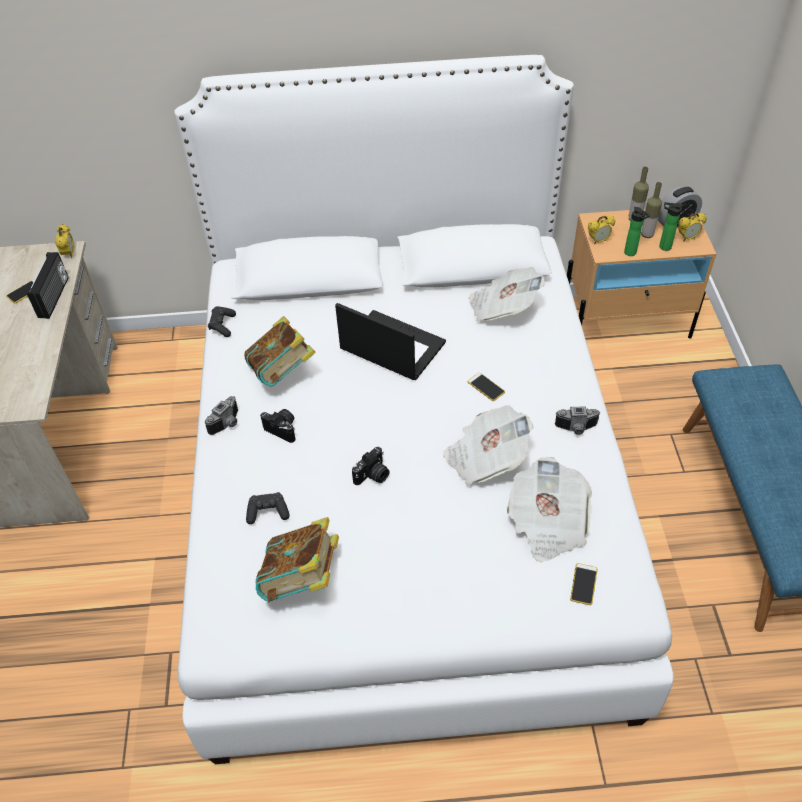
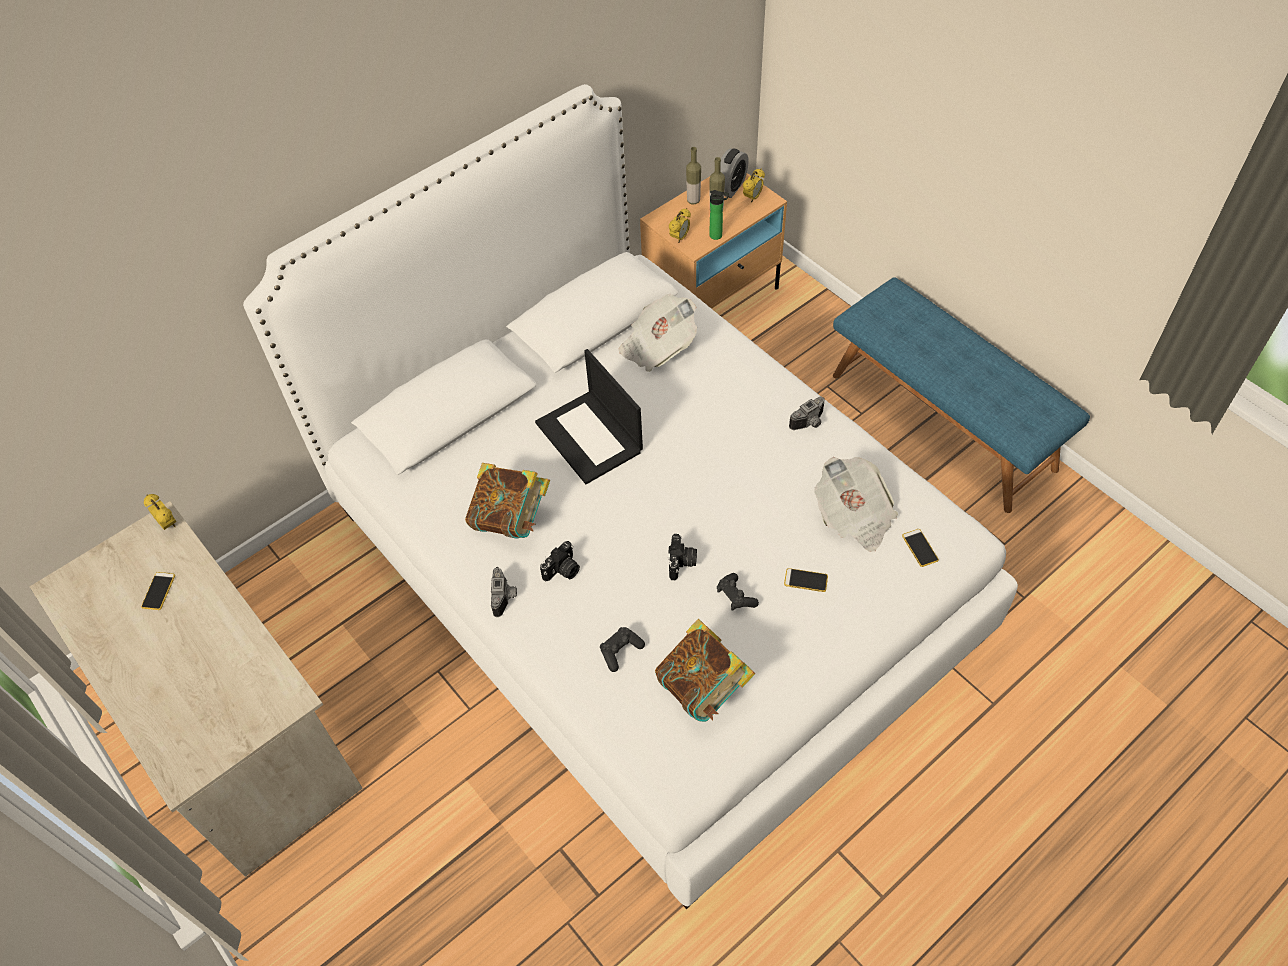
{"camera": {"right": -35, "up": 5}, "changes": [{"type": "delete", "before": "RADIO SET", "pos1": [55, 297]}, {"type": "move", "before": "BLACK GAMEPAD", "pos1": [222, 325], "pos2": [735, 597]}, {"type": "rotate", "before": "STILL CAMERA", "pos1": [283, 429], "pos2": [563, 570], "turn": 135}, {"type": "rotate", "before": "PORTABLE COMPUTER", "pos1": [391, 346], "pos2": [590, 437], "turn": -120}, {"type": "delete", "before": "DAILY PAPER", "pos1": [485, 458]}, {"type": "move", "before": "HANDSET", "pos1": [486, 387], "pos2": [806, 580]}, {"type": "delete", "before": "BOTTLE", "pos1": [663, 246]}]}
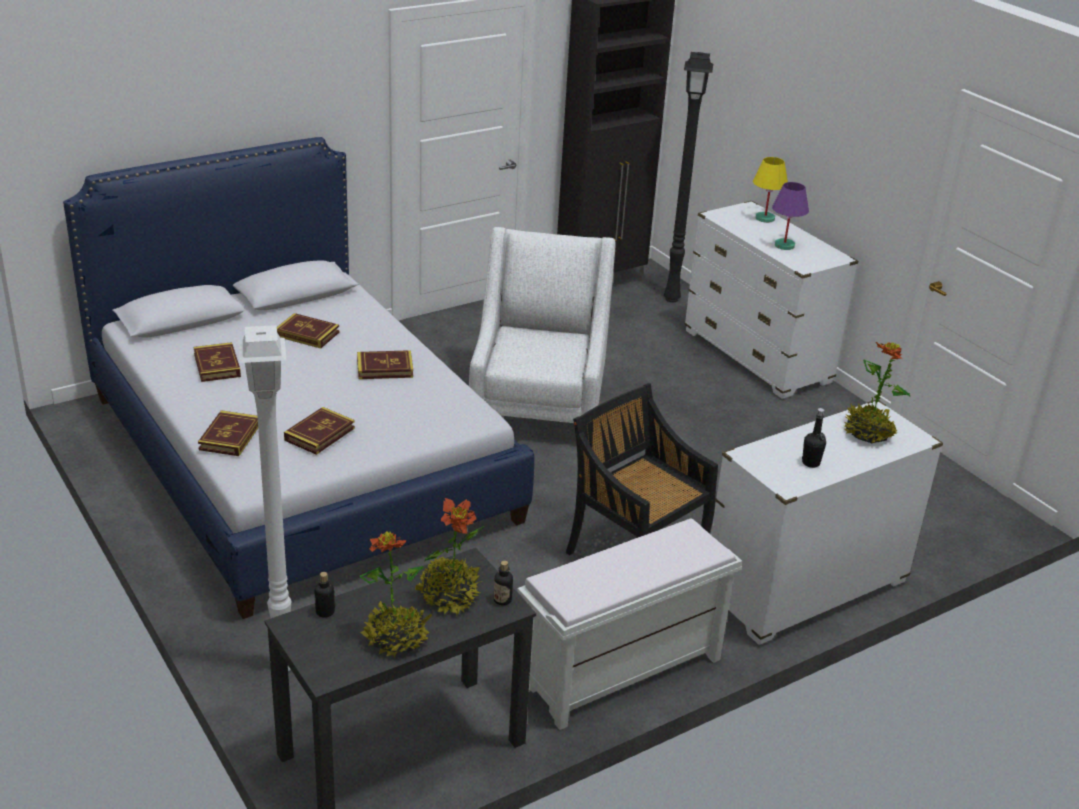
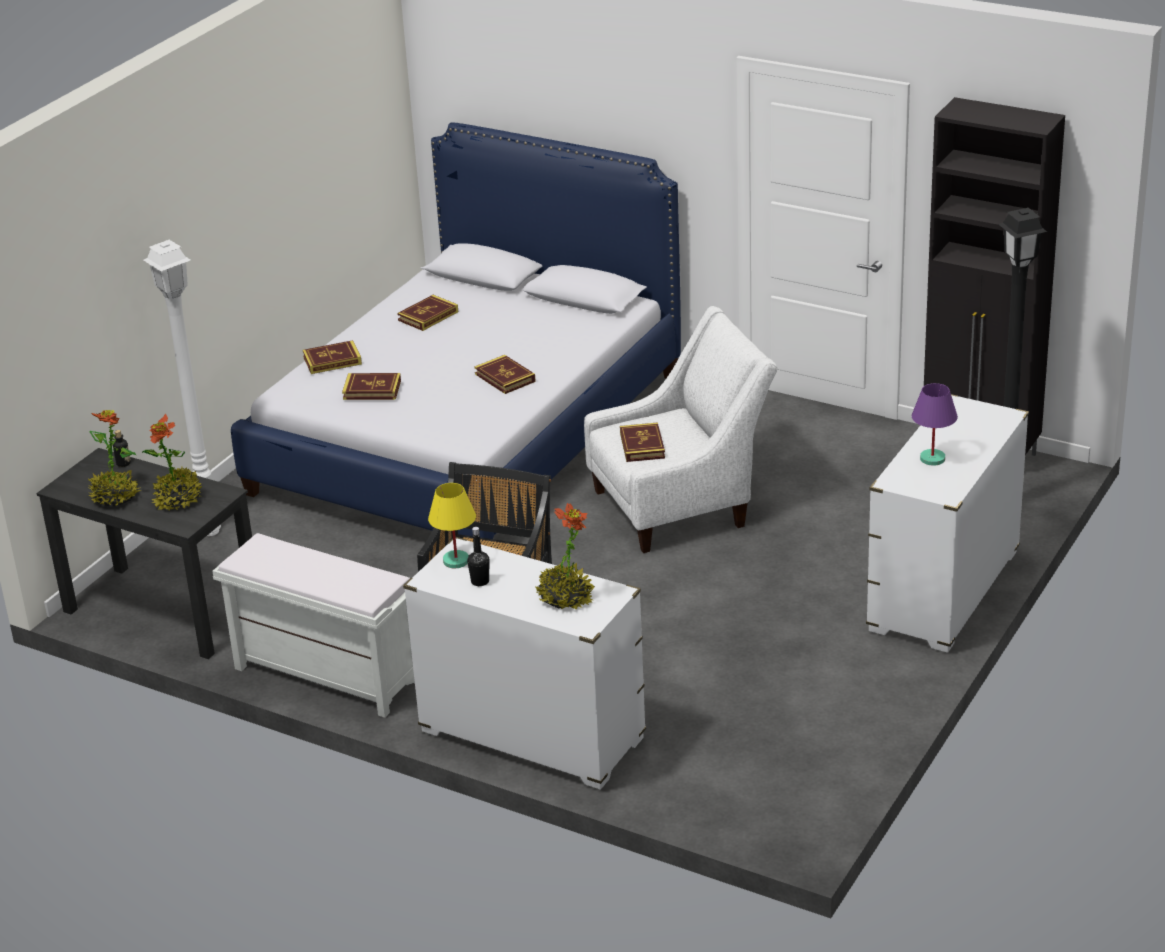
{"camera": {"right": 65, "up": 0}, "changes": [{"type": "move", "before": "BOUND BOOK", "pos1": [307, 334], "pos2": [642, 446]}, {"type": "delete", "before": "BOTTLE", "pos1": [502, 600]}, {"type": "move", "before": "YELLOW-COLOURED TABLE LAMP", "pos1": [765, 218], "pos2": [455, 561]}]}
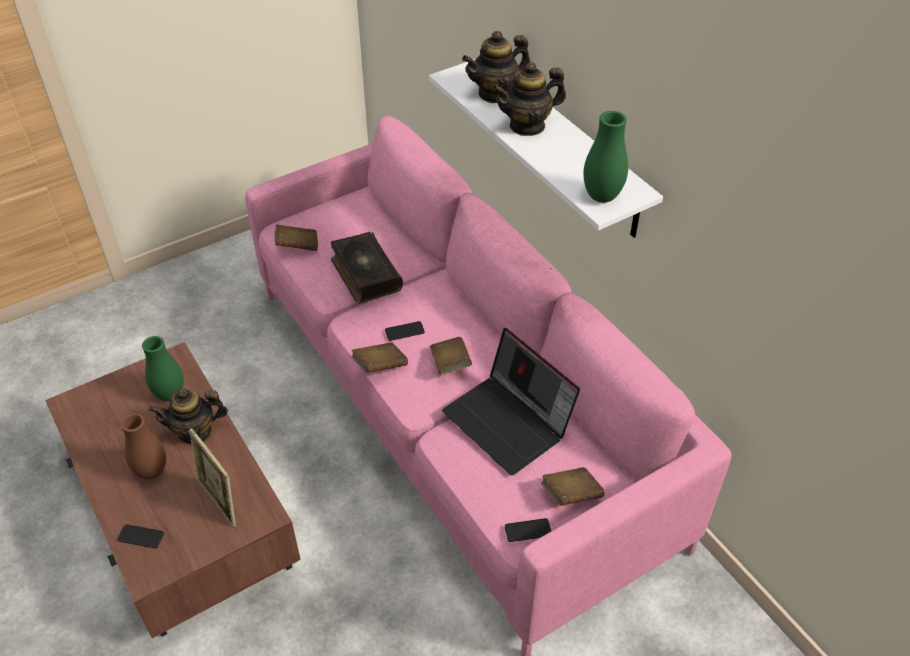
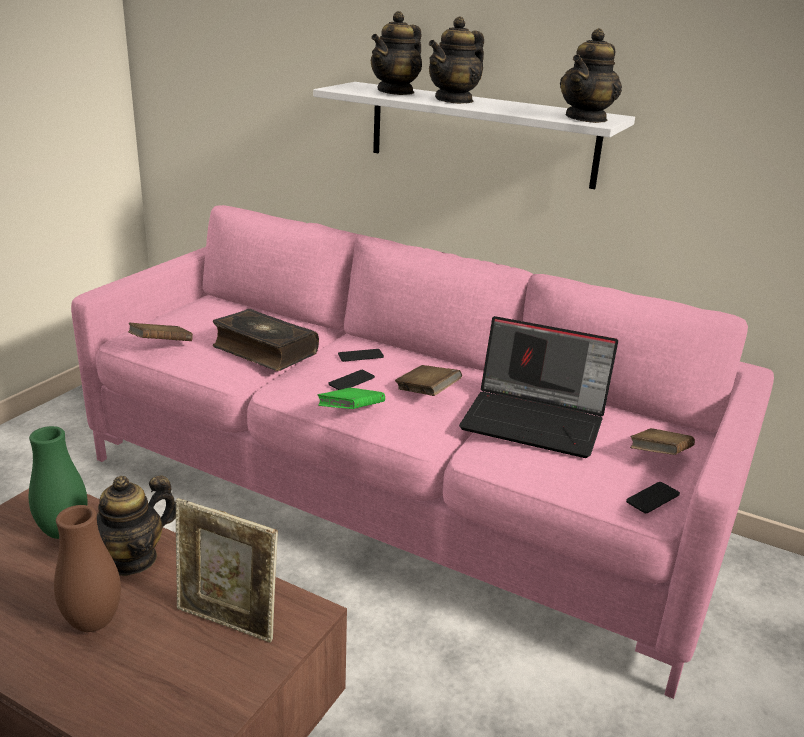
{"camera": {"right": -30, "up": -20}, "changes": [{"type": "move", "before": "HANDSET", "pos1": [141, 536], "pos2": [360, 356]}, {"type": "recolor", "before": "BROWN-COLOURED BOUND BOOK", "after": "GREEN-COLOURED BOUND BOOK", "pos1": [380, 366], "pos2": [351, 413]}, {"type": "replace", "before": "GREEN-COLOURED VASE", "after": "POT FOR TEA", "pos1": [602, 196], "pos2": [586, 119]}]}
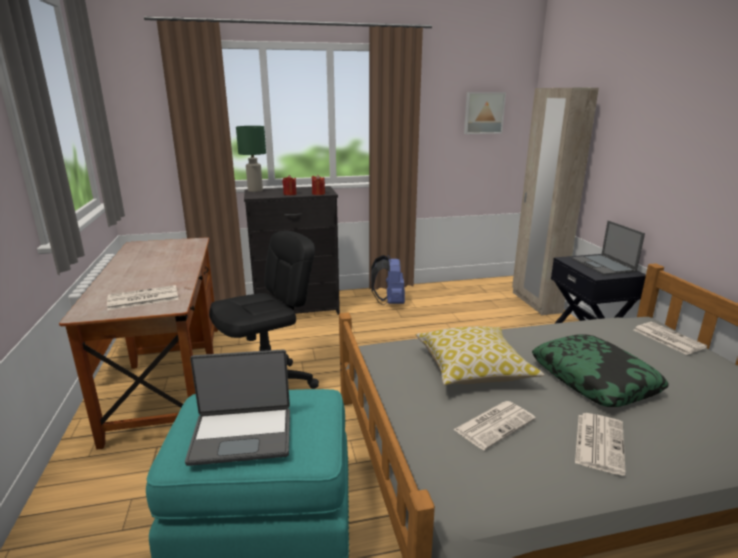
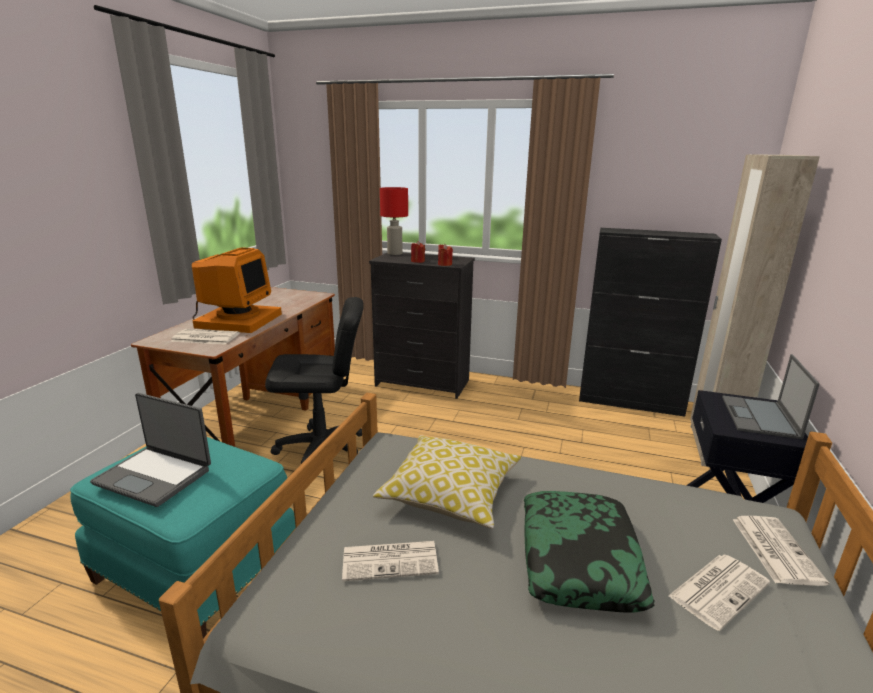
{"camera": {"right": 30, "up": 0}, "changes": [{"type": "recolor", "before": "GREEN-COLOURED TABLE LAMP", "after": "RED TABLE LAMP", "pos1": [255, 190], "pos2": [394, 254]}, {"type": "delete", "before": "BLUE RUCKSACK", "pos1": [390, 303]}, {"type": "delete", "before": "PICTURE", "pos1": [483, 113]}, {"type": "move", "before": "DAILY PAPER", "pos1": [598, 442], "pos2": [718, 589]}, {"type": "insert", "after": "MONITOR", "pos2": [237, 320]}, {"type": "insert", "after": "BLACK CABINET", "pos2": [630, 402]}]}
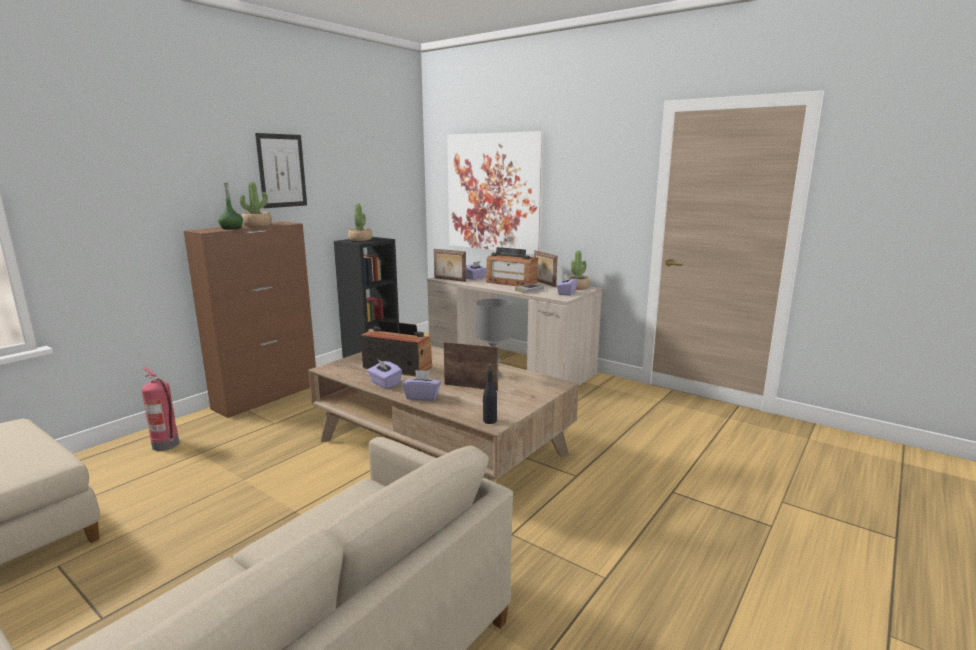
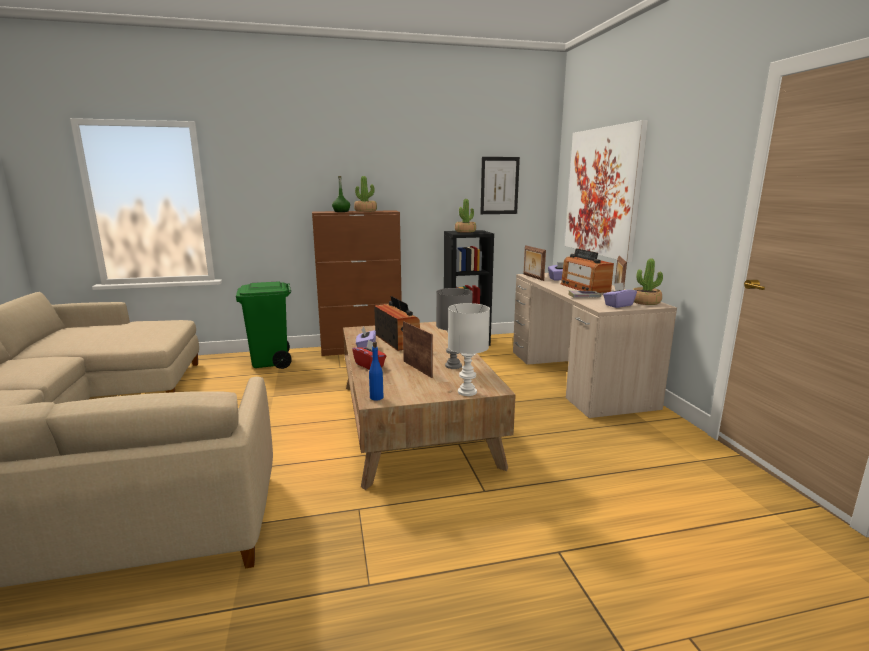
{"camera": {"right": 40, "up": 0}, "changes": [{"type": "replace", "before": "EXTINGUISHER", "after": "GREEN-COLOURED WASTE BIN", "pos1": [167, 445], "pos2": [271, 362]}, {"type": "move", "before": "PICTURE", "pos1": [282, 171], "pos2": [499, 185]}, {"type": "recolor", "before": "PURPLE TISSUE HOLDER", "after": "RED TISSUE HOLDER", "pos1": [422, 397], "pos2": [369, 365]}, {"type": "recolor", "before": "BLACK BOTTLE", "after": "BLUE BOTTLE", "pos1": [489, 421], "pos2": [376, 397]}, {"type": "insert", "after": "WHITE TABLE LAMP", "pos2": [467, 392]}]}
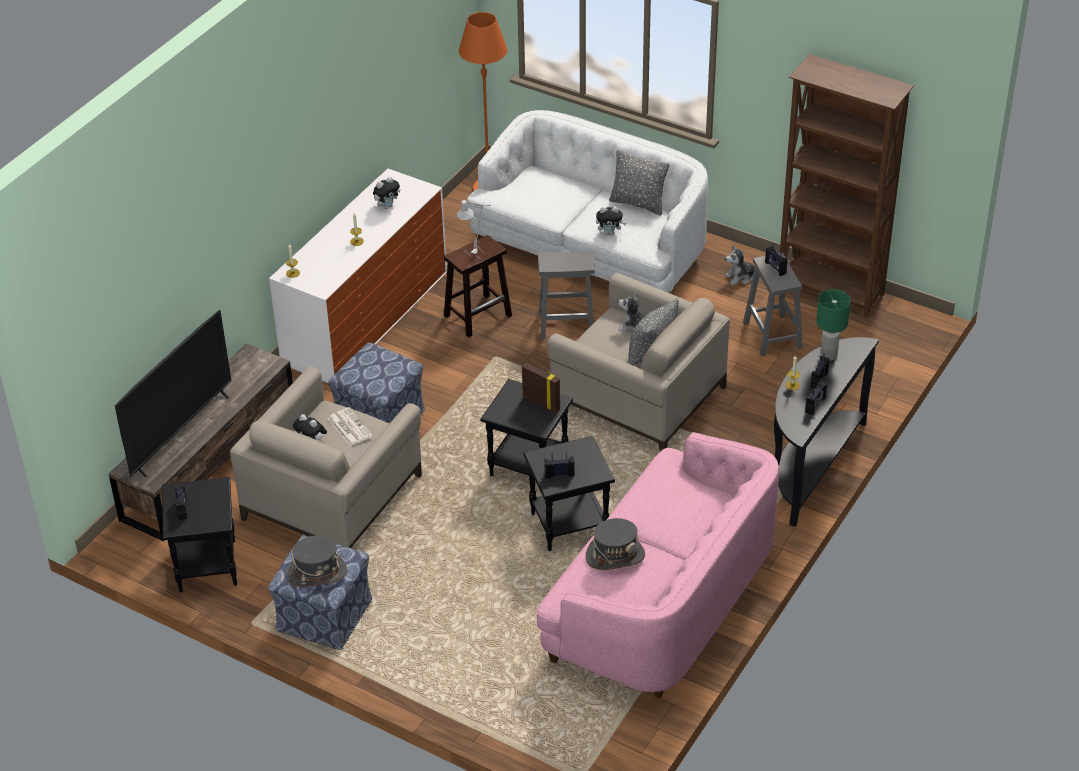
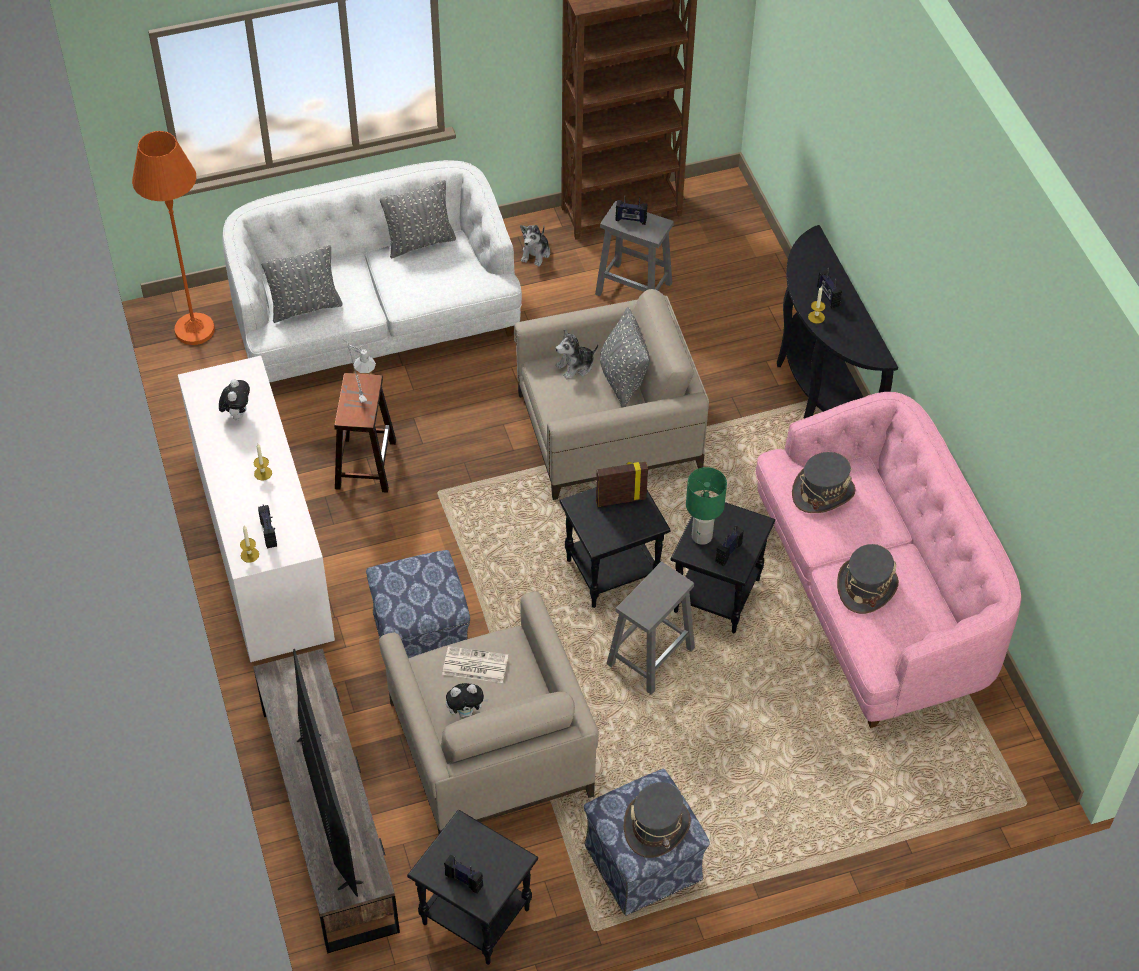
{"camera": {"right": -50, "up": 10}, "changes": [{"type": "move", "before": "GREYISH STOOL", "pos1": [567, 324], "pos2": [651, 655]}, {"type": "delete", "before": "PLUSH TOY", "pos1": [610, 233]}, {"type": "move", "before": "RADIO SET", "pos1": [815, 405], "pos2": [269, 533]}, {"type": "move", "before": "GREEN-COLOURED TABLE LAMP", "pos1": [828, 355], "pos2": [702, 537]}, {"type": "insert", "after": "GREYISH CUSHION", "pos2": [305, 307]}, {"type": "insert", "after": "GREYISH CLOTHING HAT", "pos2": [823, 492]}]}
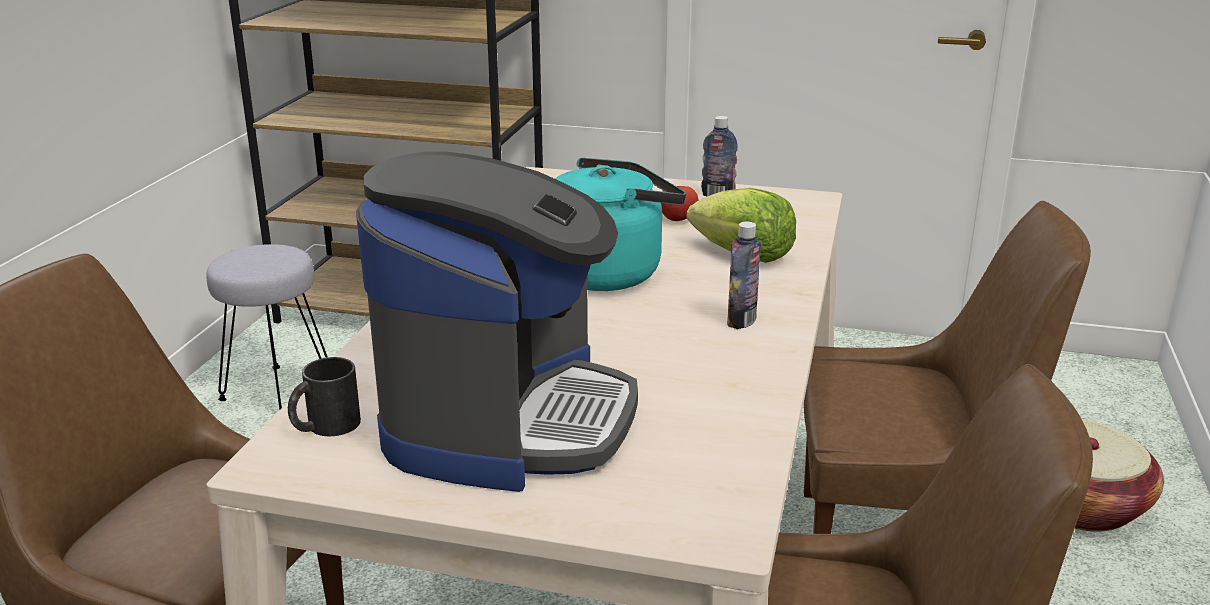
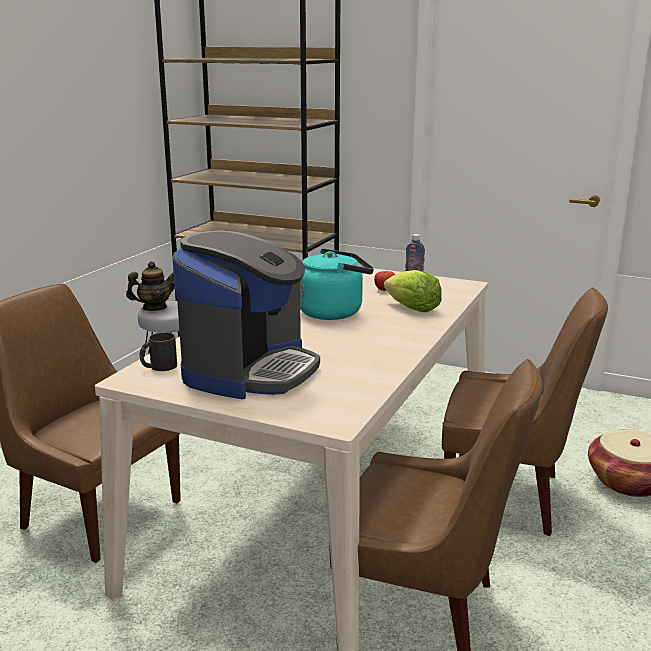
{"camera": {"right": 10, "up": -5}, "changes": [{"type": "delete", "before": "BOTTLE", "pos1": [741, 321]}, {"type": "insert", "after": "POT FOR TEA", "pos2": [154, 308]}]}
